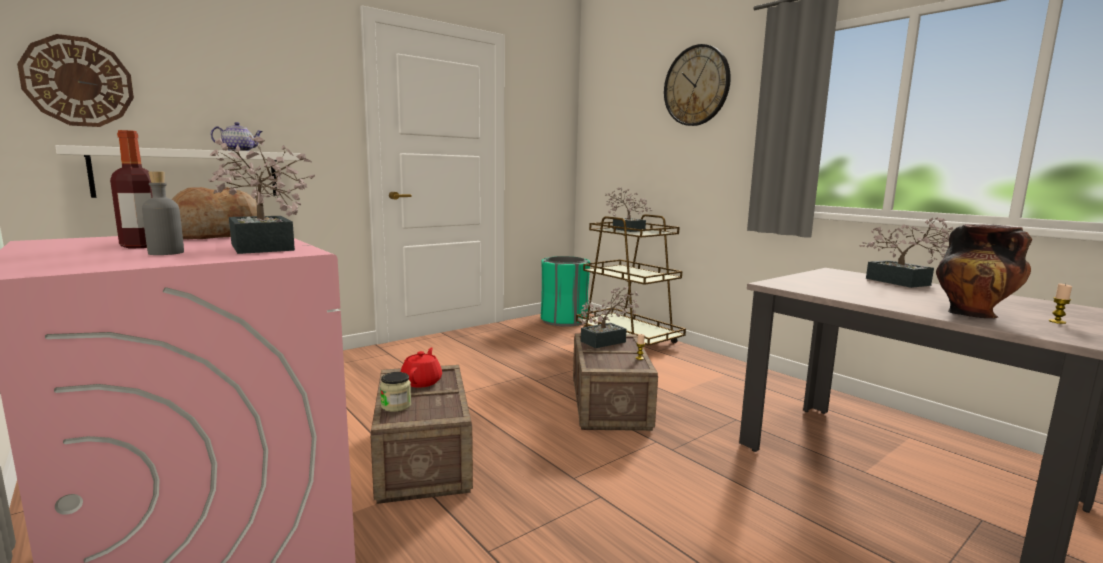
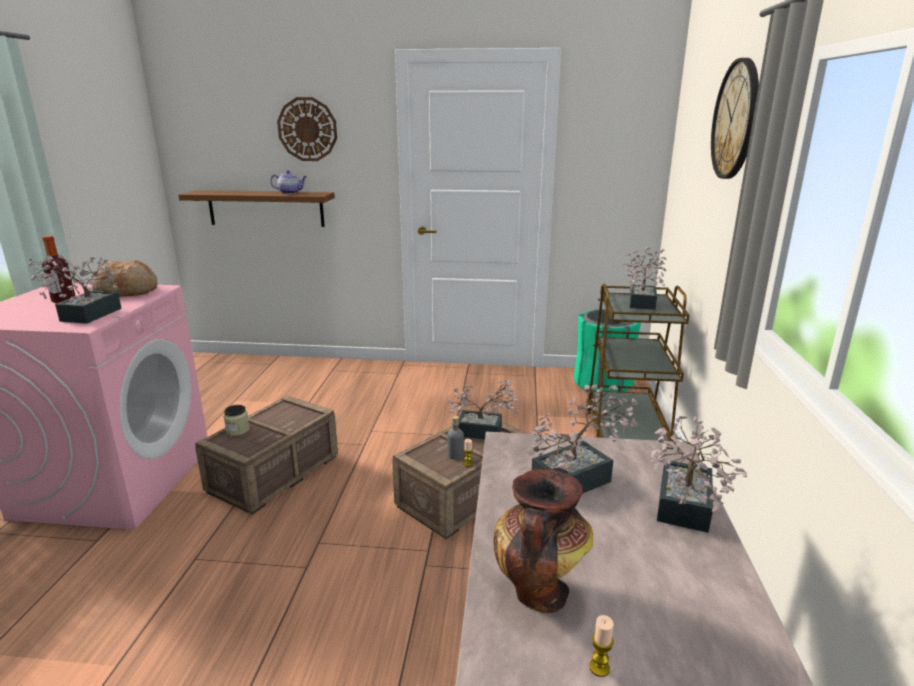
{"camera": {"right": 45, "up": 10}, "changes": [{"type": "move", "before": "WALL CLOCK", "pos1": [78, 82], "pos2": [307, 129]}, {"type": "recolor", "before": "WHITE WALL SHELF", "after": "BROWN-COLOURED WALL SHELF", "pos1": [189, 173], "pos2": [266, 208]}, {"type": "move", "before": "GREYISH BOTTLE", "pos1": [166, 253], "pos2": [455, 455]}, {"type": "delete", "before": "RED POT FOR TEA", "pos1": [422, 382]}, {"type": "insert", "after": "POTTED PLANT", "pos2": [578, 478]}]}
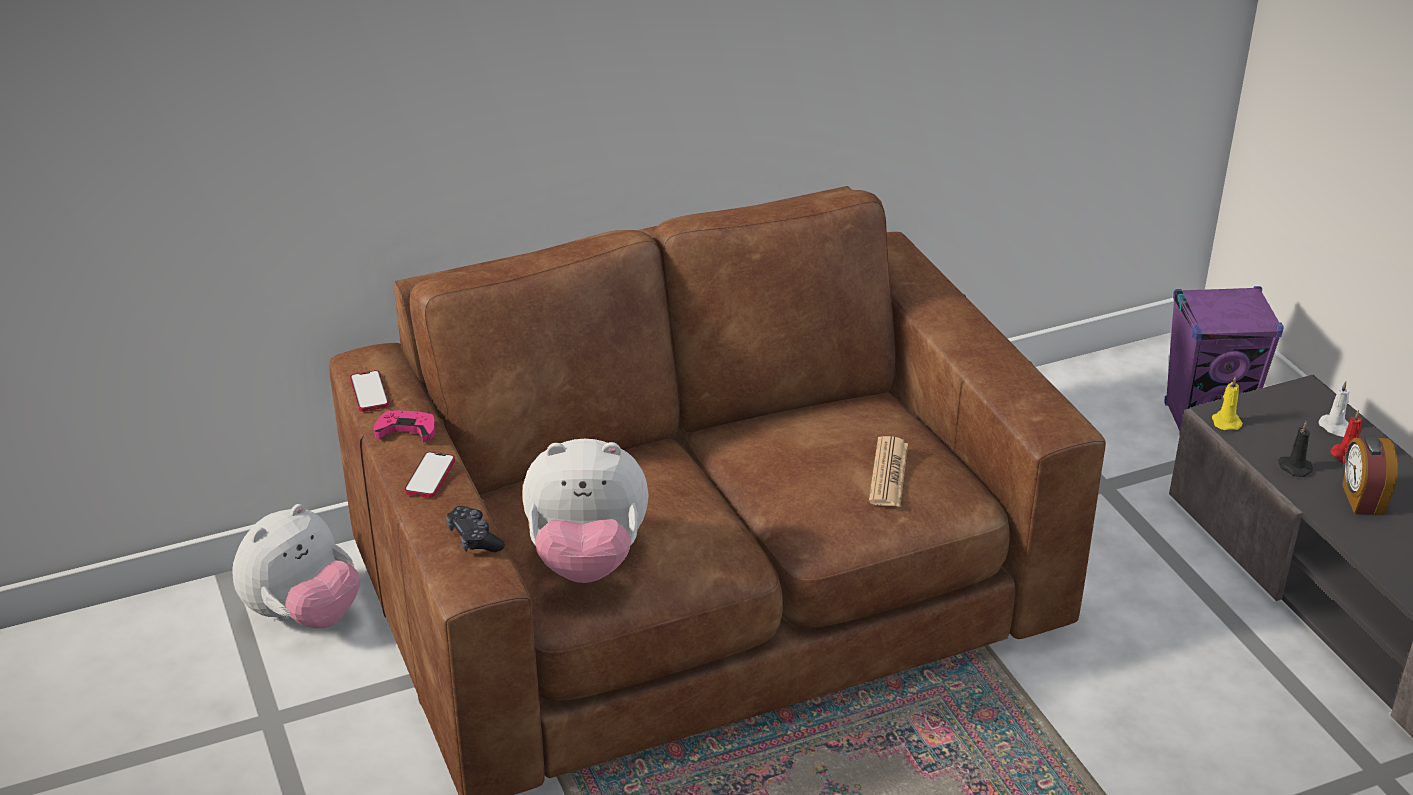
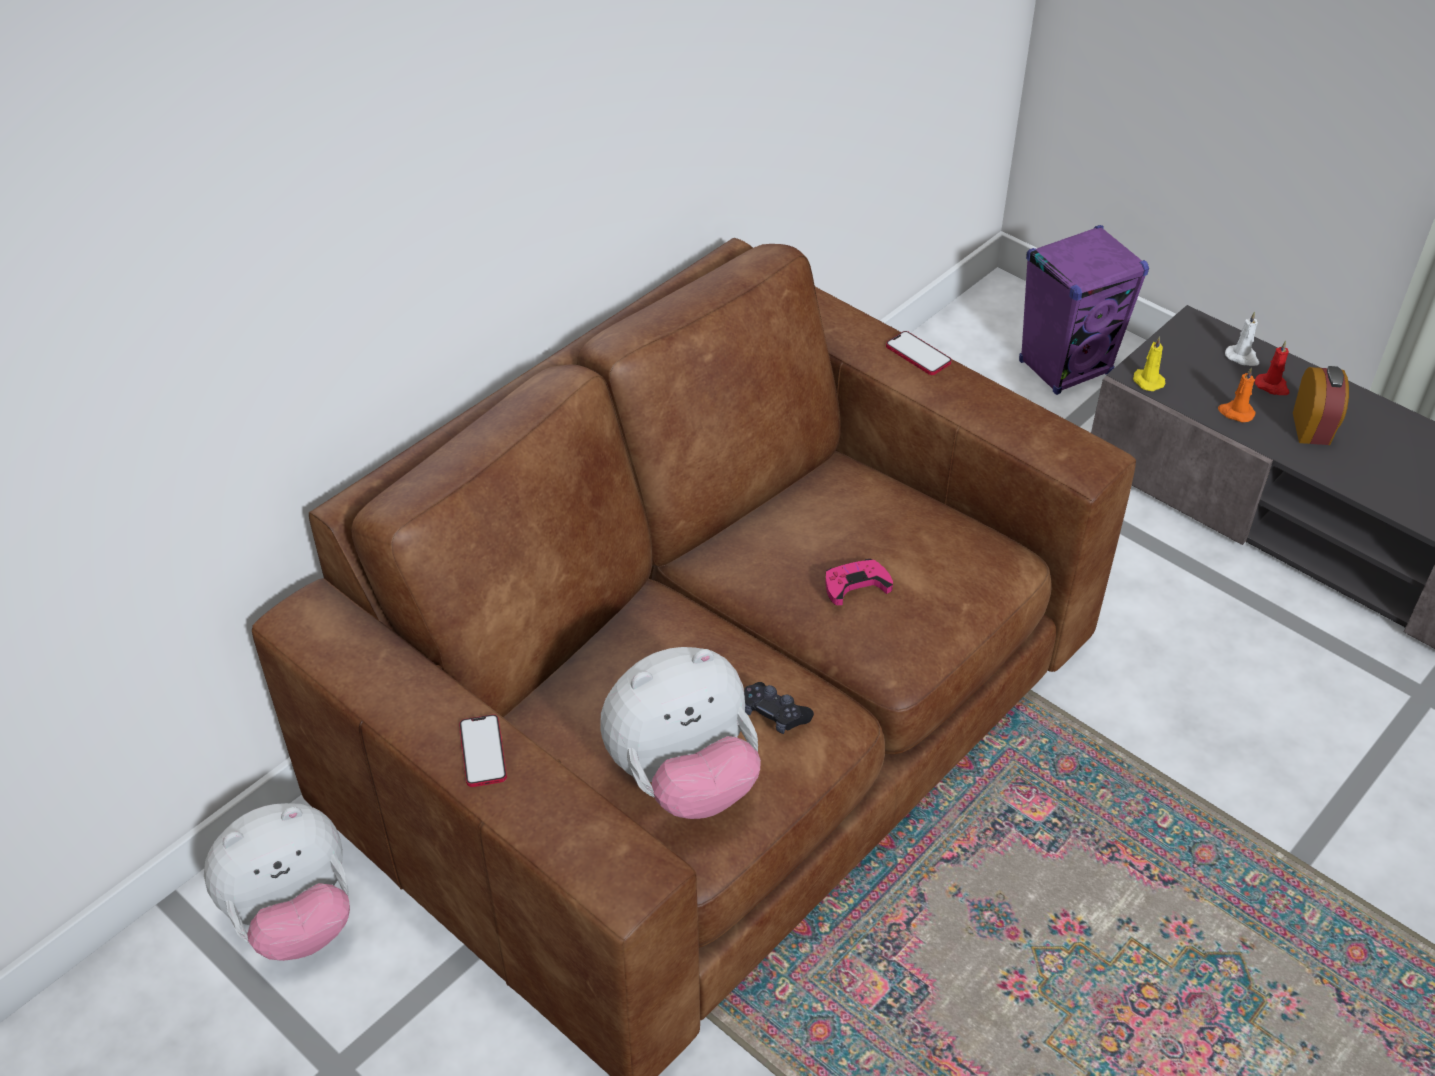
{"camera": {"right": -25, "up": 10}, "changes": [{"type": "rotate", "before": "PLUSH TOY", "pos1": [303, 615], "pos2": [295, 918], "turn": 45}, {"type": "move", "before": "HANDSET", "pos1": [369, 393], "pos2": [918, 355]}, {"type": "move", "before": "PINK-COLOURED GAMEPAD", "pos1": [406, 430], "pos2": [856, 585]}, {"type": "move", "before": "BLACK GAMEPAD", "pos1": [474, 538], "pos2": [774, 714]}, {"type": "delete", "before": "DAILY PAPER", "pos1": [888, 473]}, {"type": "recolor", "before": "BLACK WAX CANDLE", "after": "ORANGE-COLOURED WAX CANDLE", "pos1": [1293, 467], "pos2": [1235, 412]}, {"type": "rotate", "before": "BEDSIDE CLOCK", "pos1": [1361, 499], "pos2": [1312, 429], "turn": -150}]}
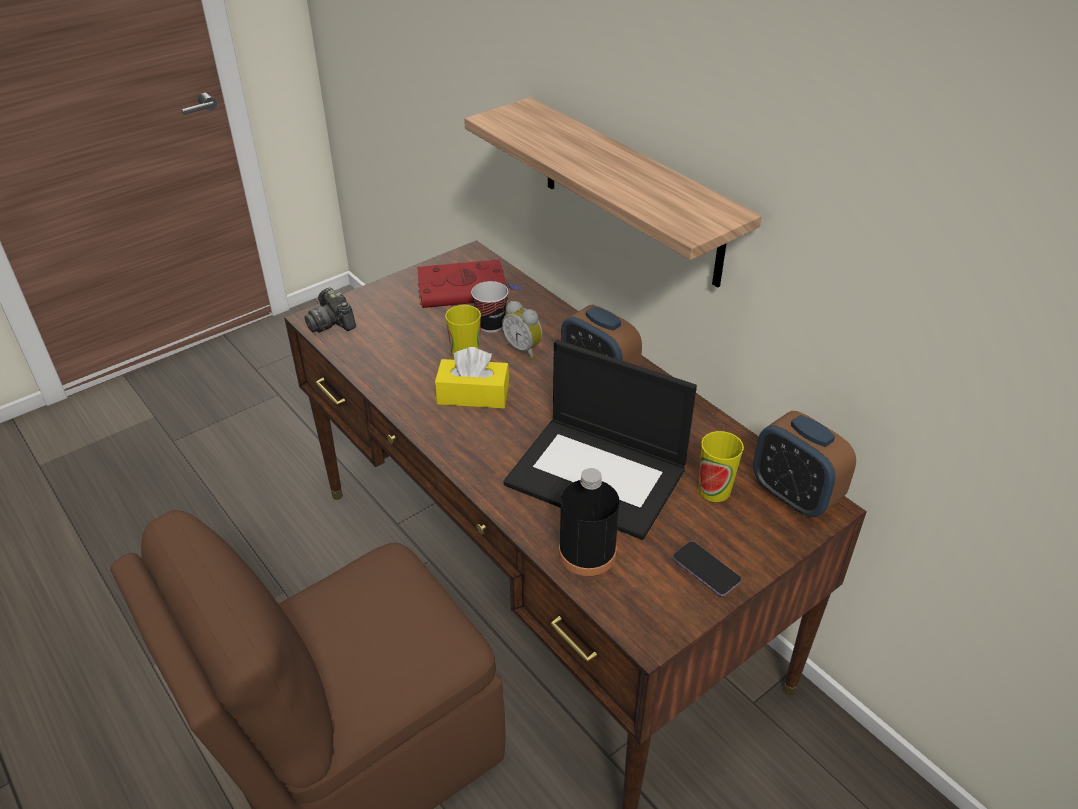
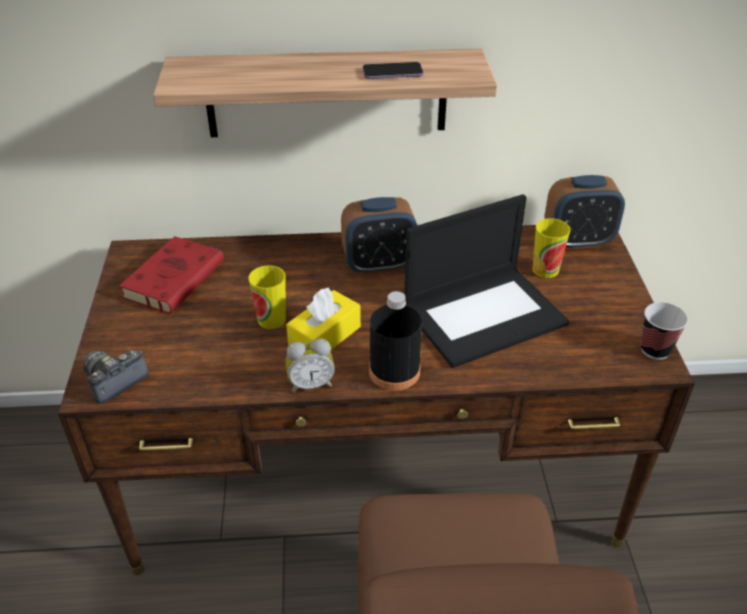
{"camera": {"right": -55, "up": 0}, "changes": [{"type": "rotate", "before": "STILL CAMERA", "pos1": [332, 323], "pos2": [114, 382], "turn": 135}, {"type": "move", "before": "DRINKING CUP", "pos1": [491, 325], "pos2": [655, 349]}, {"type": "move", "before": "BEDSIDE CLOCK", "pos1": [524, 348], "pos2": [311, 384]}, {"type": "move", "before": "BLACK BOTTLE", "pos1": [587, 553], "pos2": [394, 371]}, {"type": "move", "before": "HANDSET", "pos1": [706, 570], "pos2": [392, 73]}]}
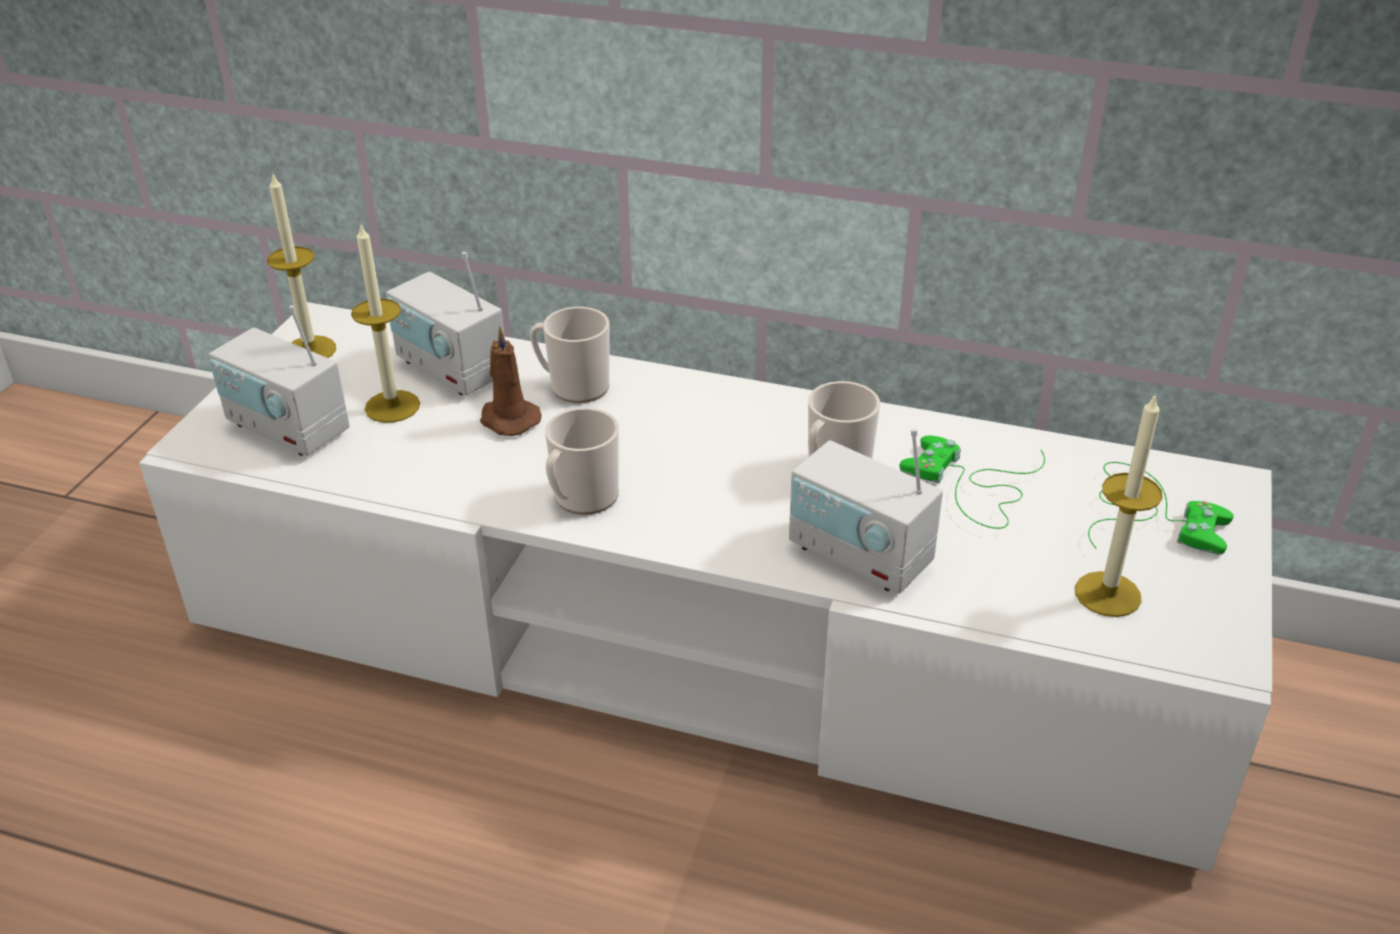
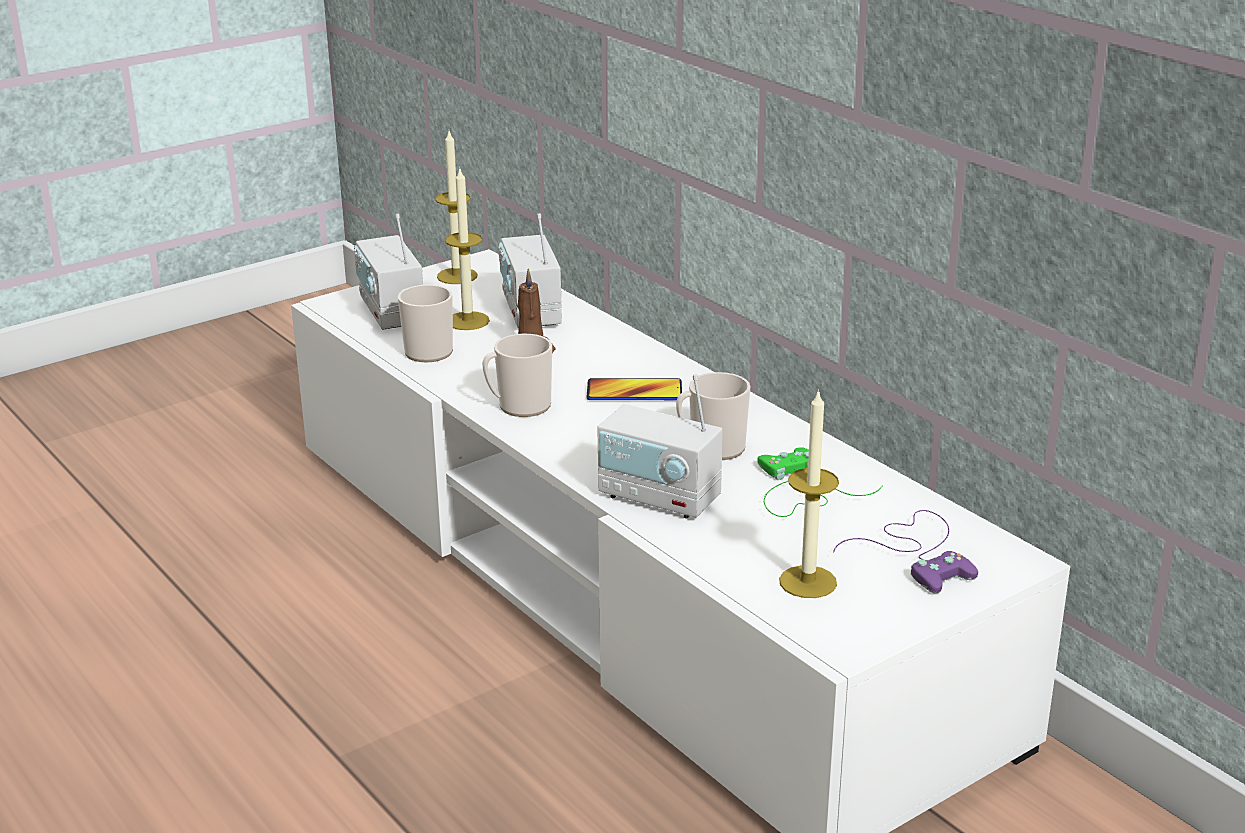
{"camera": {"right": 35, "up": -10}, "changes": [{"type": "move", "before": "TEA MUG", "pos1": [573, 386], "pos2": [424, 350]}, {"type": "rotate", "before": "RADIO SET", "pos1": [859, 556], "pos2": [659, 498], "turn": -45}, {"type": "recolor", "before": "GREEN-COLOURED GAMEPAD", "after": "PURPLE GAMEPAD", "pos1": [1150, 513], "pos2": [917, 553]}, {"type": "insert", "after": "HANDSET", "pos2": [634, 392]}]}
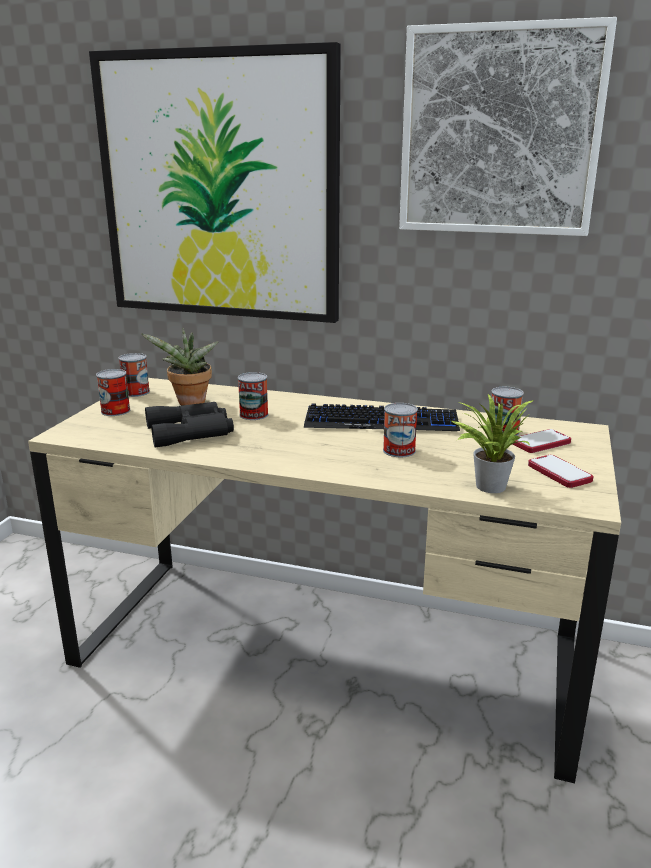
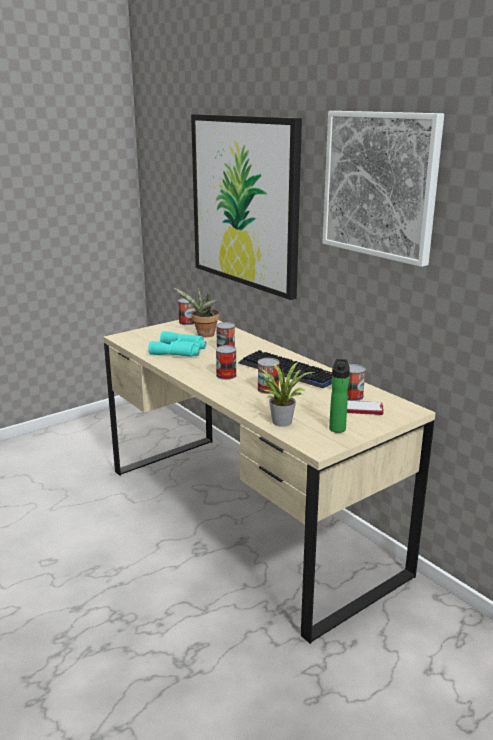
{"camera": {"right": 35, "up": 0}, "changes": [{"type": "move", "before": "CAN", "pos1": [115, 411], "pos2": [226, 375]}, {"type": "recolor", "before": "BLACK BINOCULARS", "after": "TURQUOISE BINOCULARS", "pos1": [192, 432], "pos2": [180, 351]}, {"type": "replace", "before": "HANDSET", "after": "BOTTLE", "pos1": [559, 473], "pos2": [337, 428]}]}
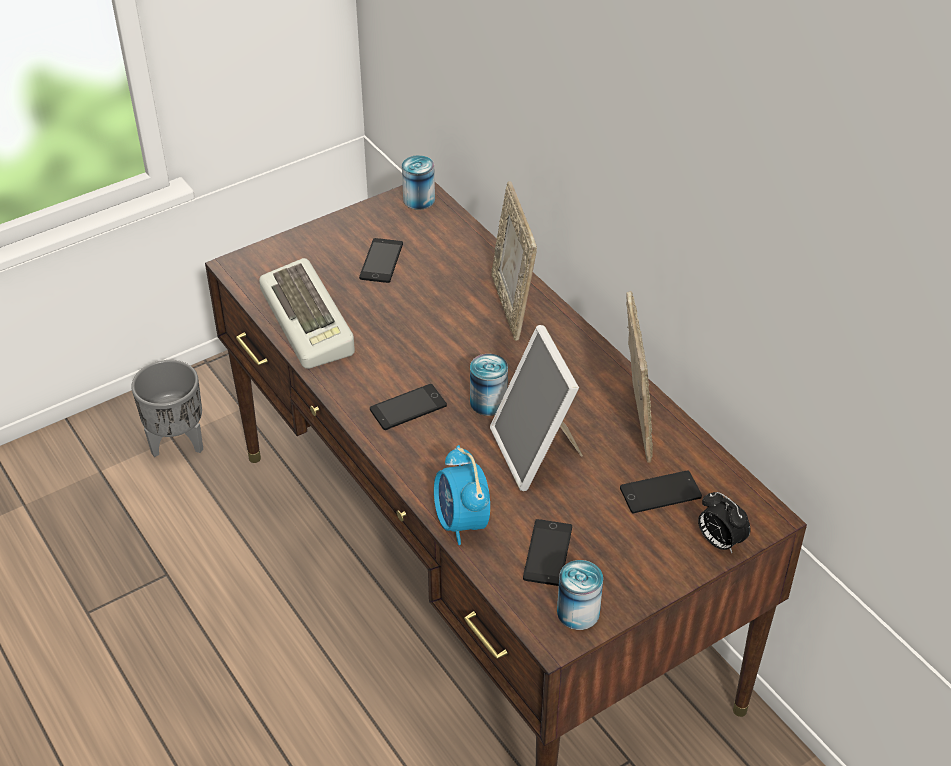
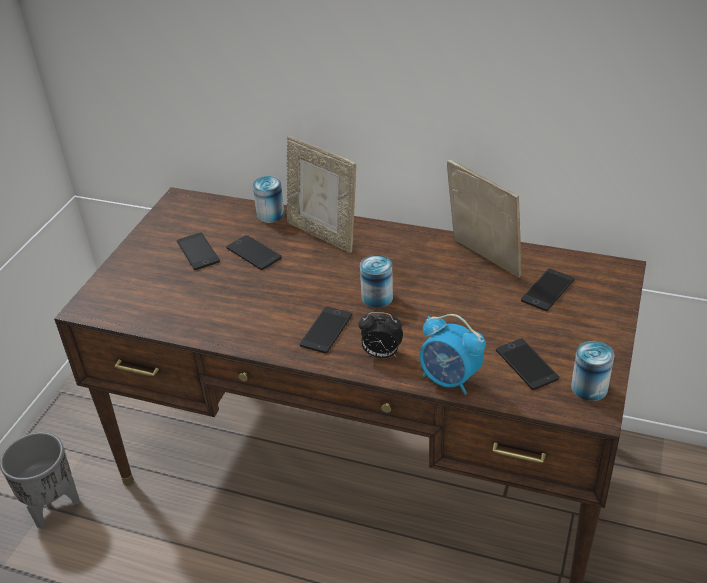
{"camera": {"right": -35, "up": -5}, "changes": [{"type": "delete", "before": "COMPUTER KEYBOARD", "pos1": [310, 322]}, {"type": "move", "before": "CAN", "pos1": [419, 199], "pos2": [270, 214]}, {"type": "delete", "before": "STANDING FRAME", "pos1": [537, 452]}, {"type": "move", "before": "BEDSIDE CLOCK", "pos1": [719, 542], "pos2": [381, 354]}, {"type": "insert", "after": "HANDSET", "pos2": [254, 253]}]}
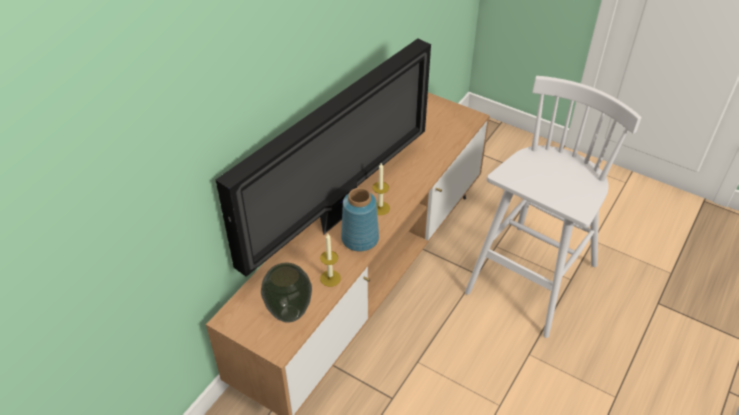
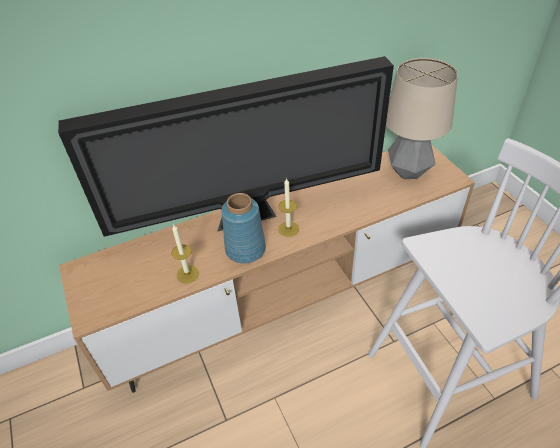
{"camera": {"right": 35, "up": 0}, "changes": [{"type": "delete", "before": "VASE", "pos1": [290, 313]}, {"type": "insert", "after": "TABLE LAMP", "pos2": [408, 171]}]}
